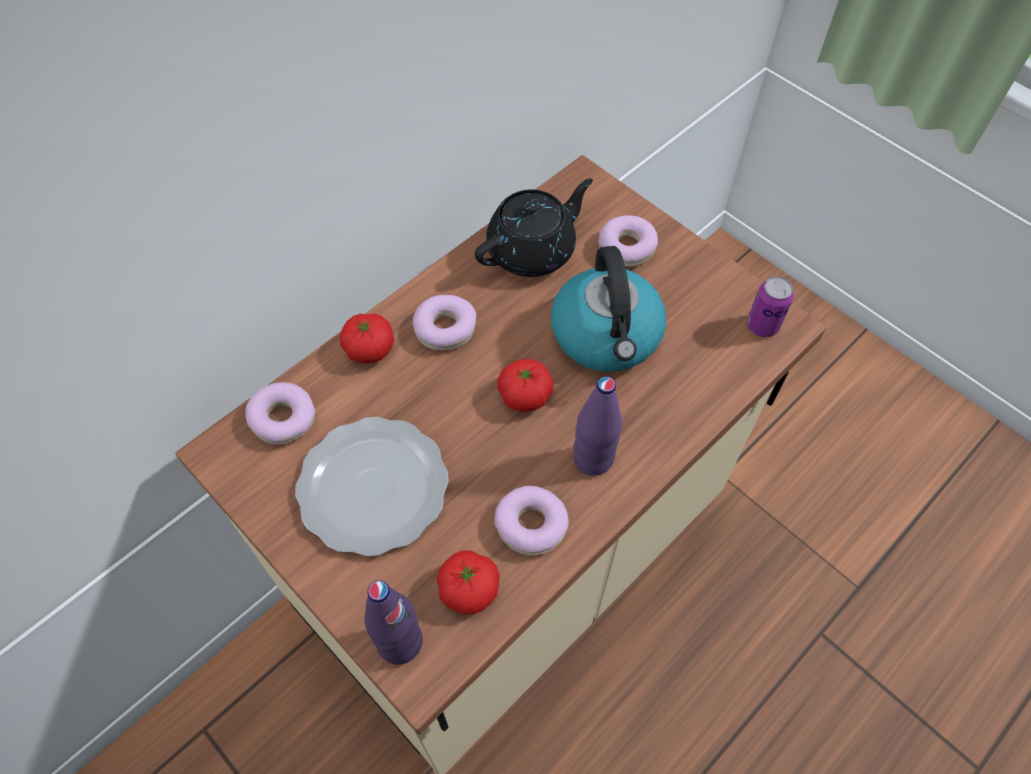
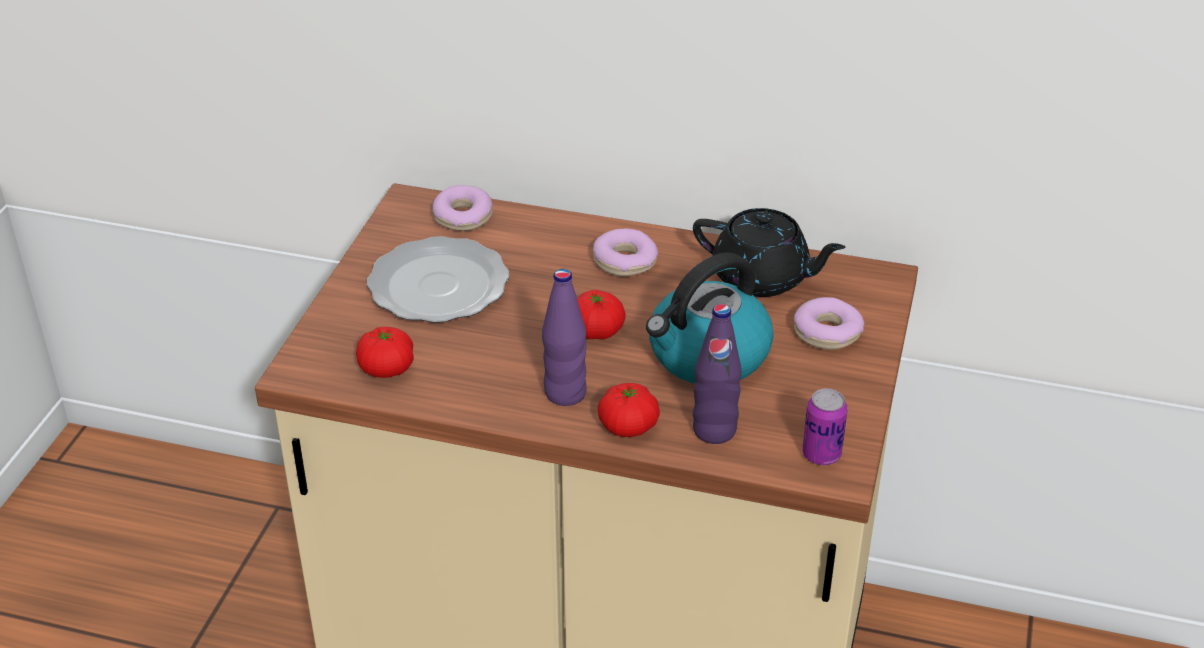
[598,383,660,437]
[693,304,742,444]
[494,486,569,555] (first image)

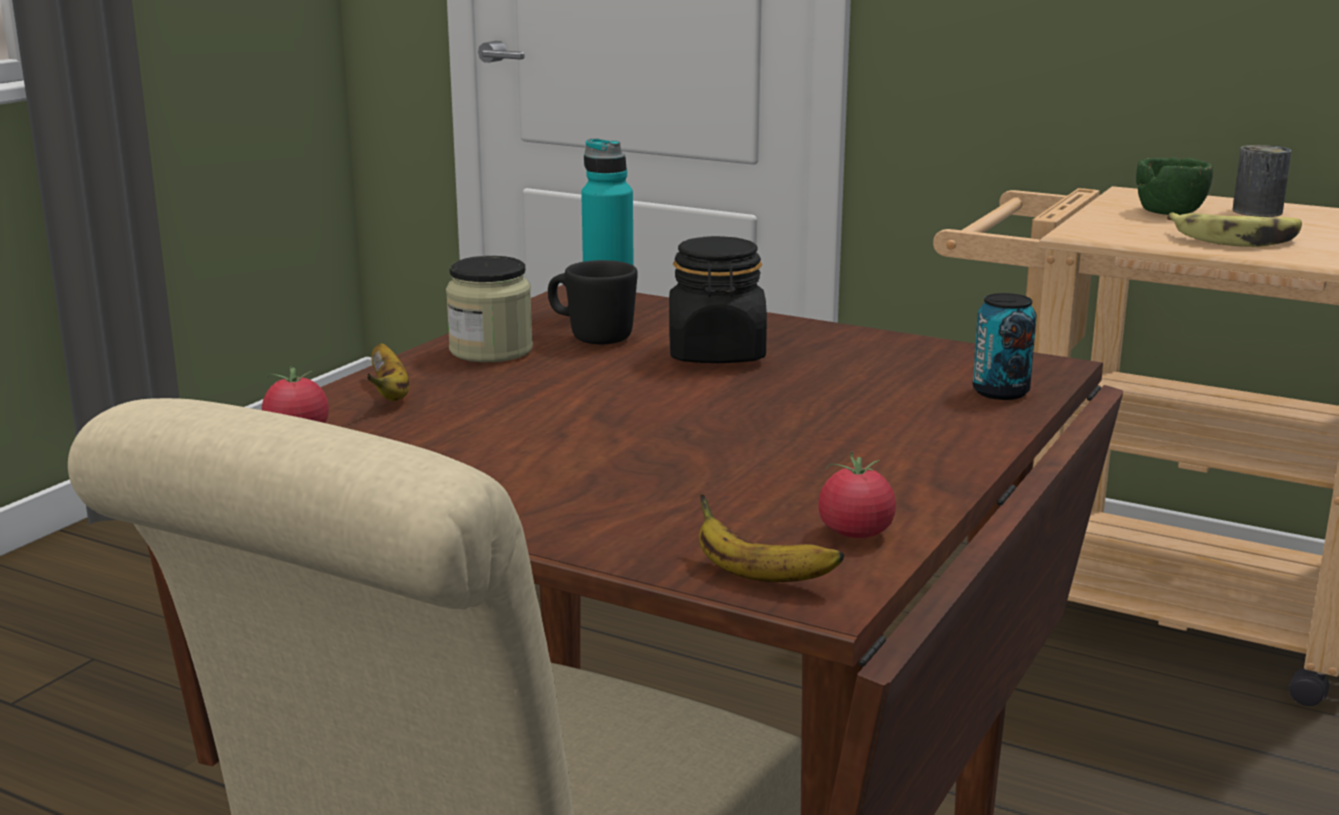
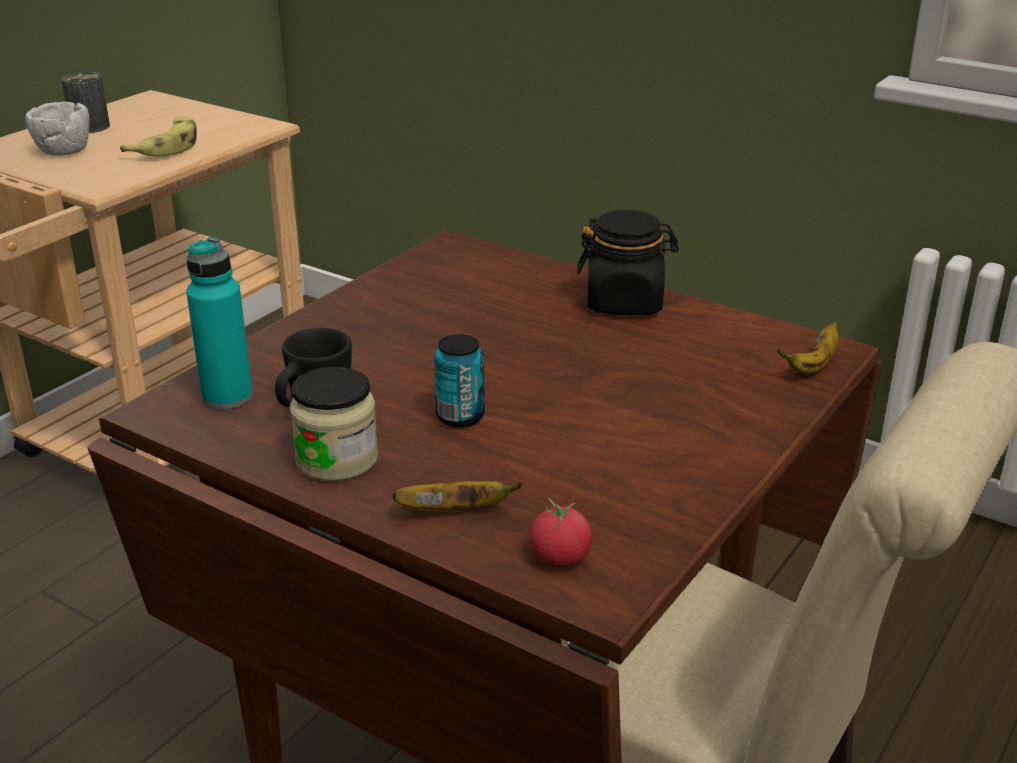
[577,210,679,315]
[819,452,896,538] (first image)
[434,334,485,427]
[26,102,90,156]

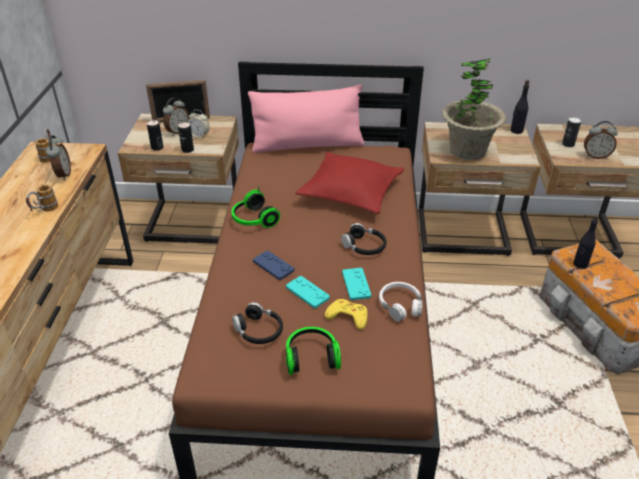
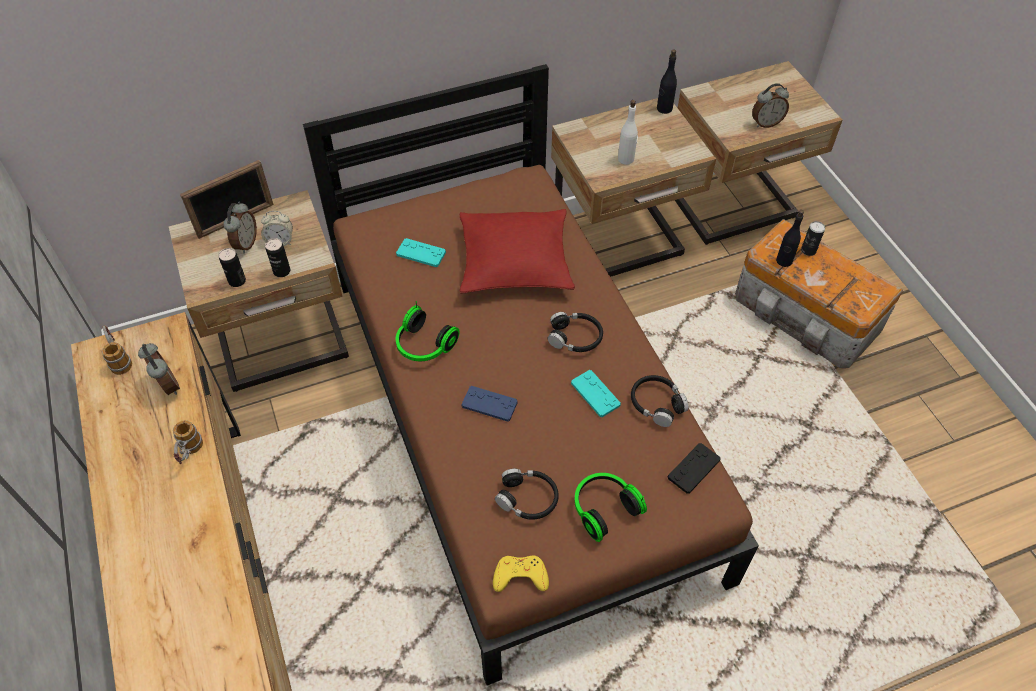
[248,85,364,153] (first image)
[396,238,446,267]
[493,555,549,592]
[631,375,688,427]
[618,100,638,165]
[801,221,825,256]
[668,443,721,494]

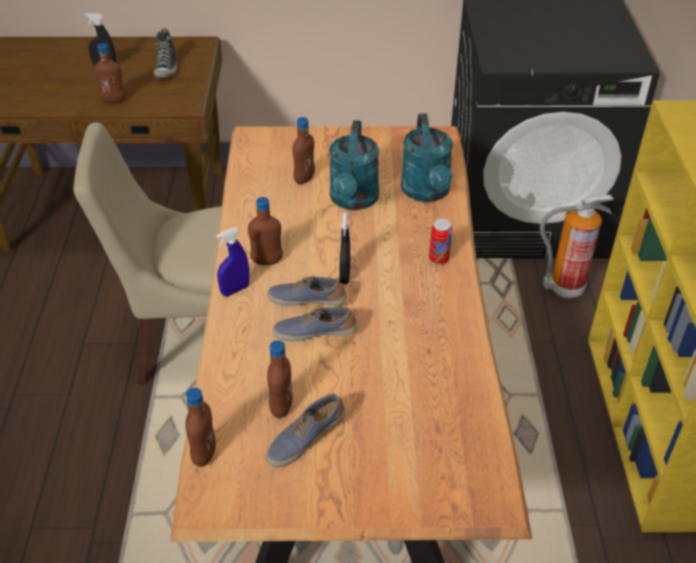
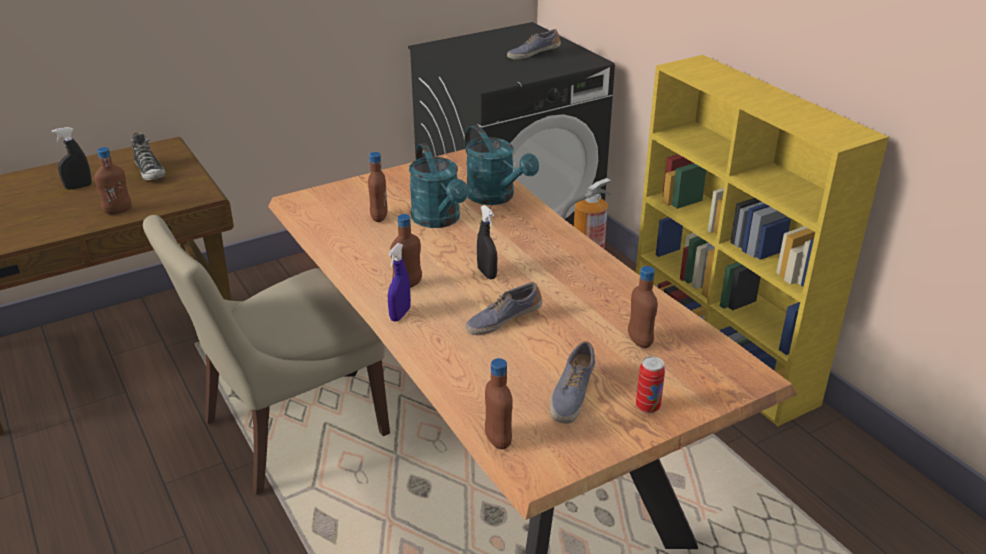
[507,29,561,59]
[628,266,658,348]
[636,356,665,413]

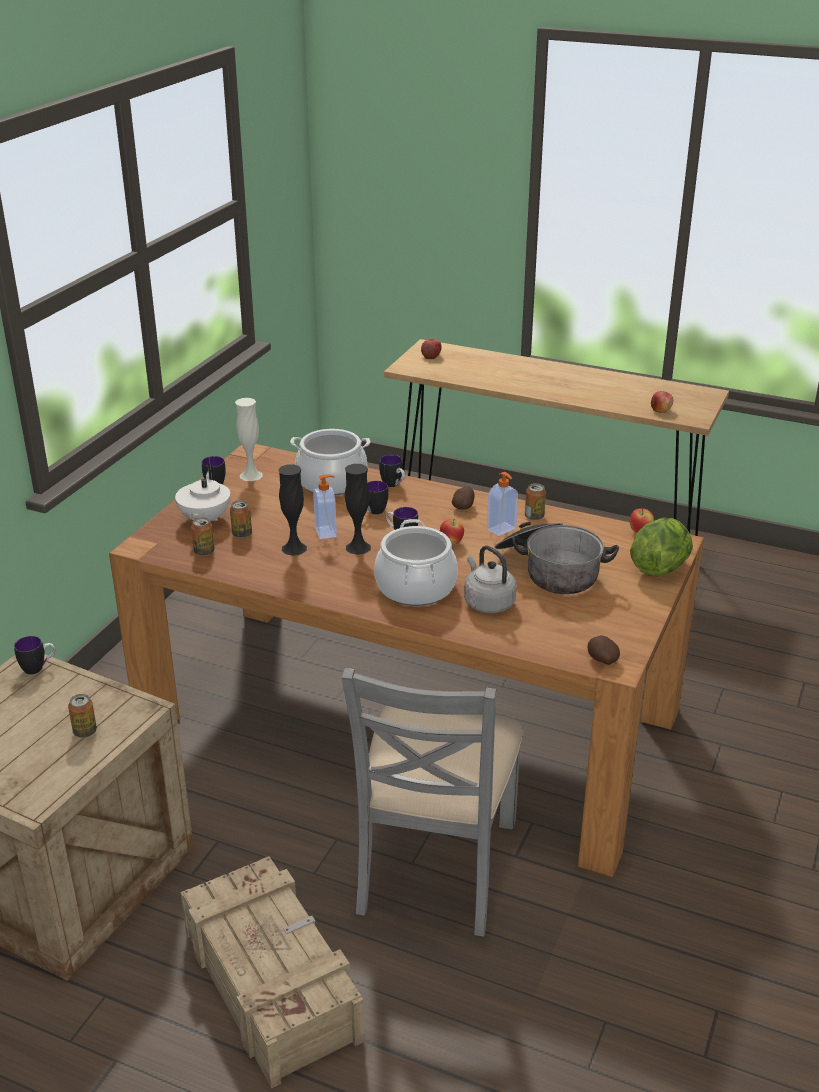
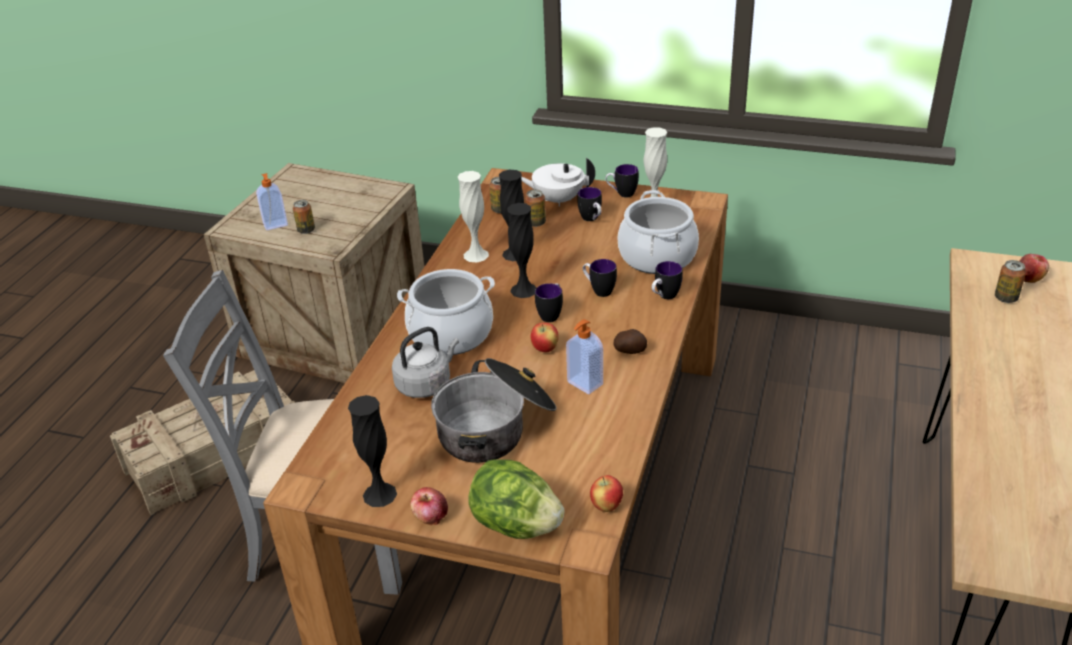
[577,187,602,221]
[256,173,288,230]
[995,260,1026,303]
[587,636,620,665] (first image)
[410,487,448,525]
[348,395,397,507]
[457,171,489,262]

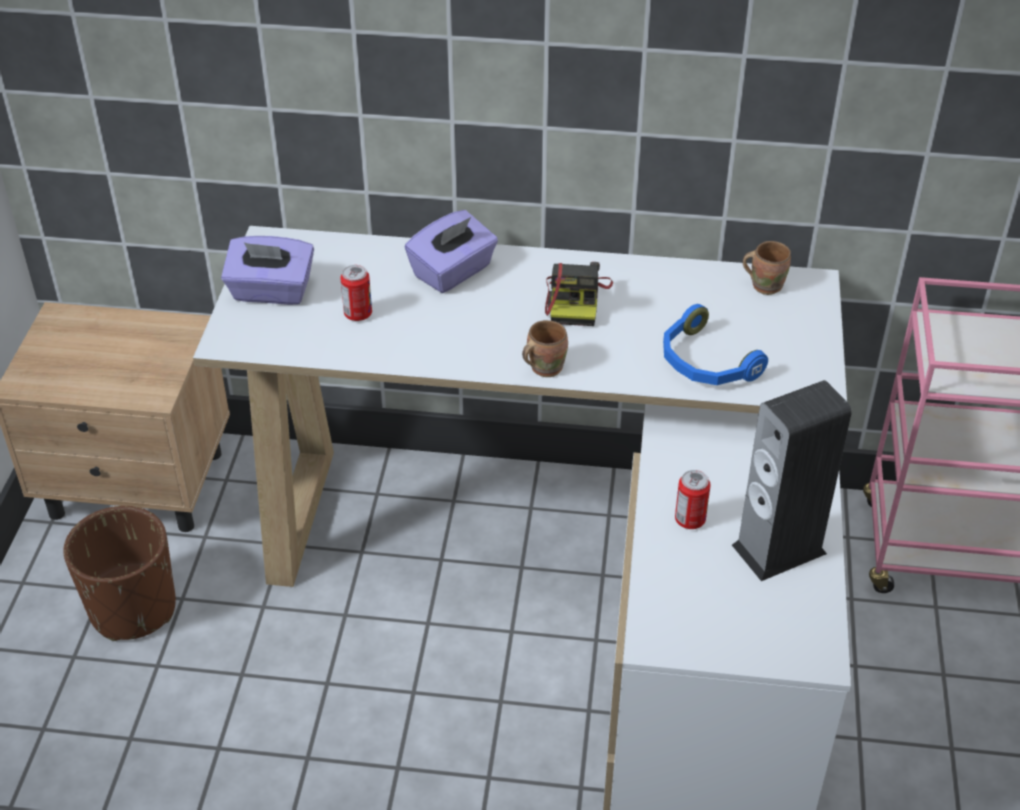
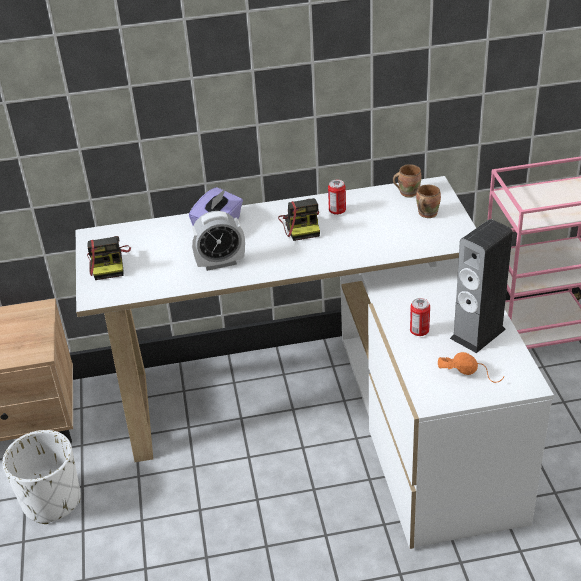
[2,430,81,524]
[87,236,131,280]
[328,180,346,215]
[416,185,441,218]
[663,304,768,385] (first image)
[189,211,245,271]
[438,352,504,383]

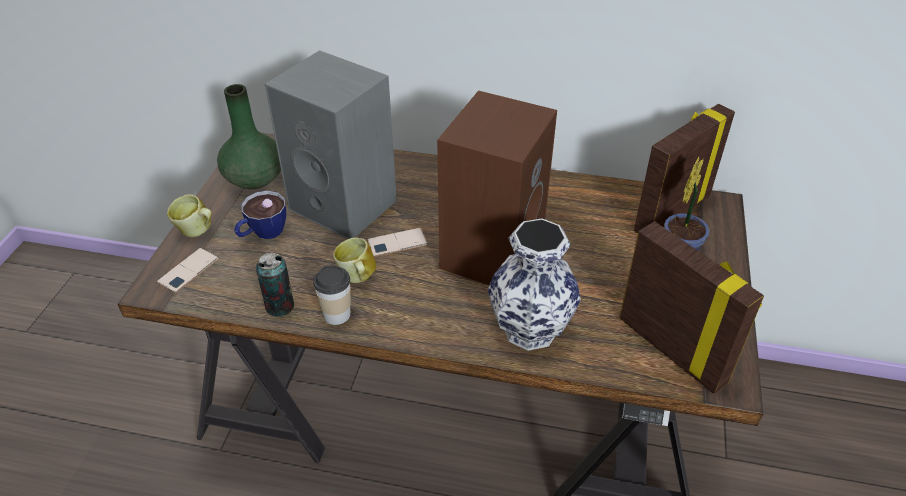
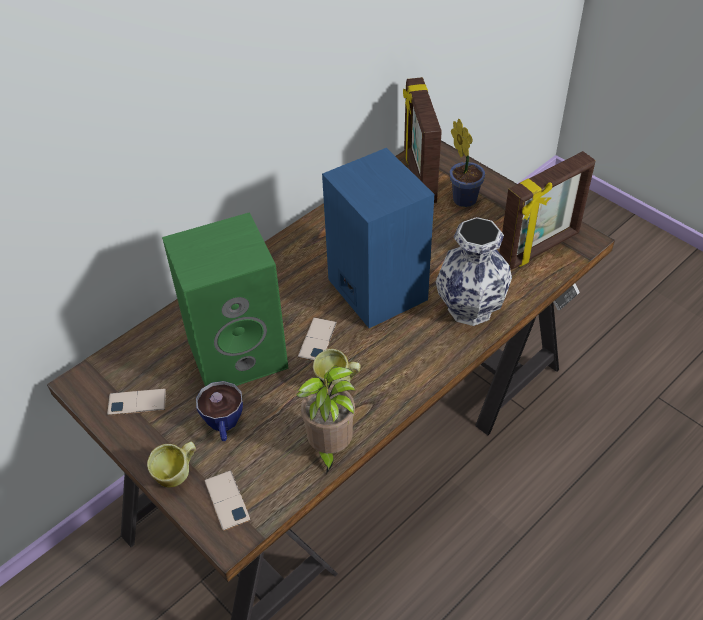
[107,389,166,416]
[296,366,355,474]
[162,212,289,386]
[313,265,351,325] (first image)
[322,148,434,328]
[499,151,596,270]

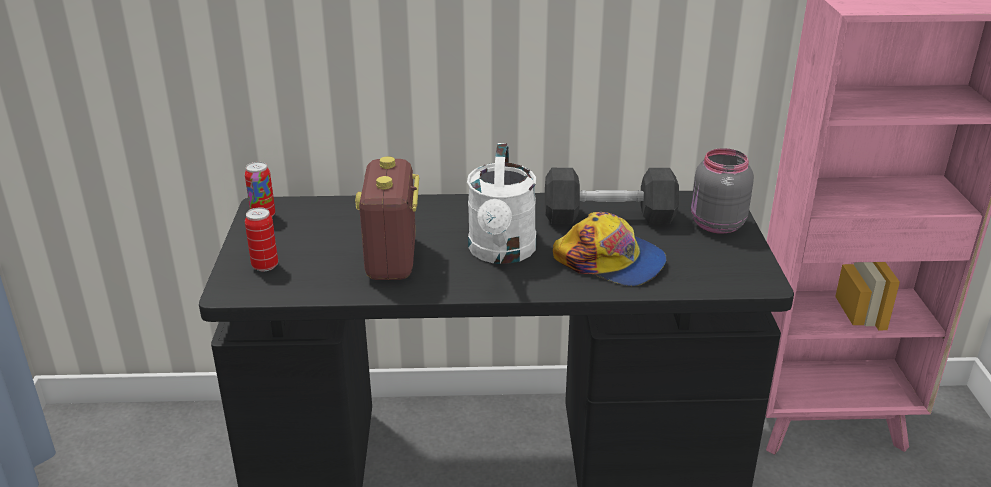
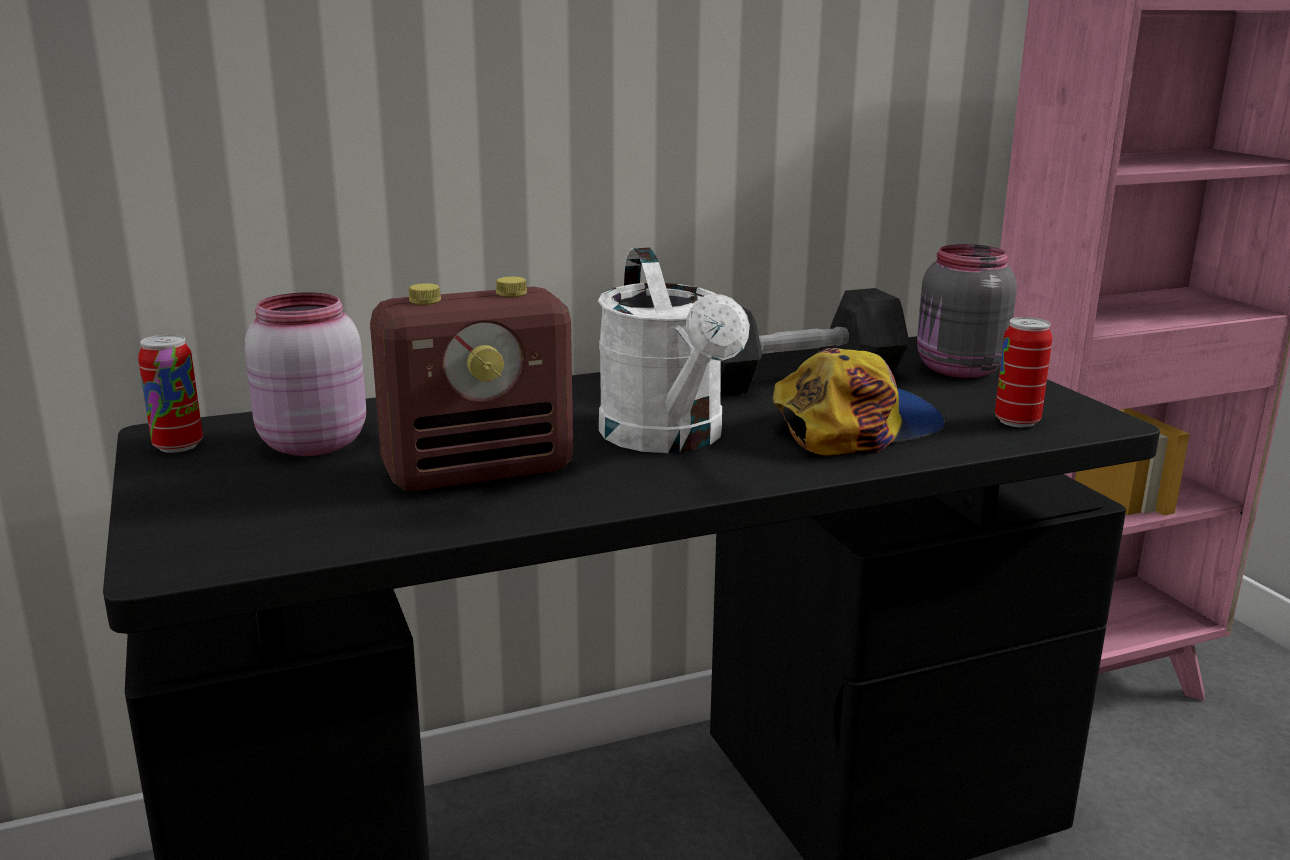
[995,317,1052,427]
[370,277,573,492]
[773,348,945,456]
[244,292,366,456]

